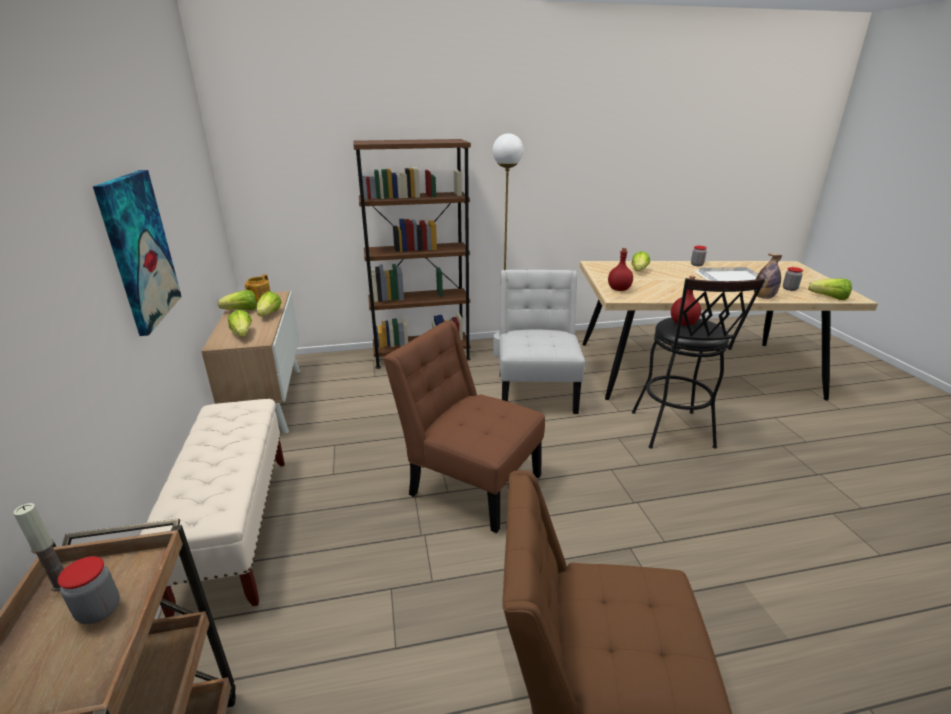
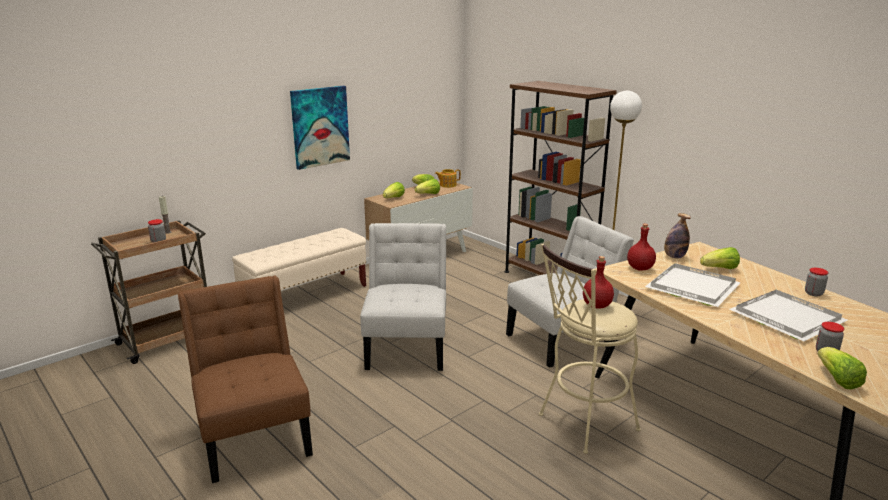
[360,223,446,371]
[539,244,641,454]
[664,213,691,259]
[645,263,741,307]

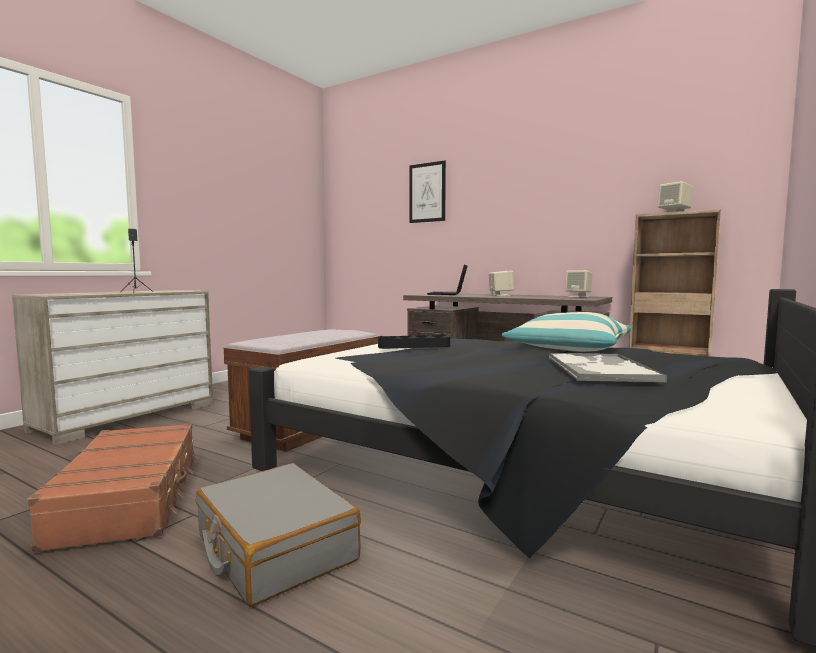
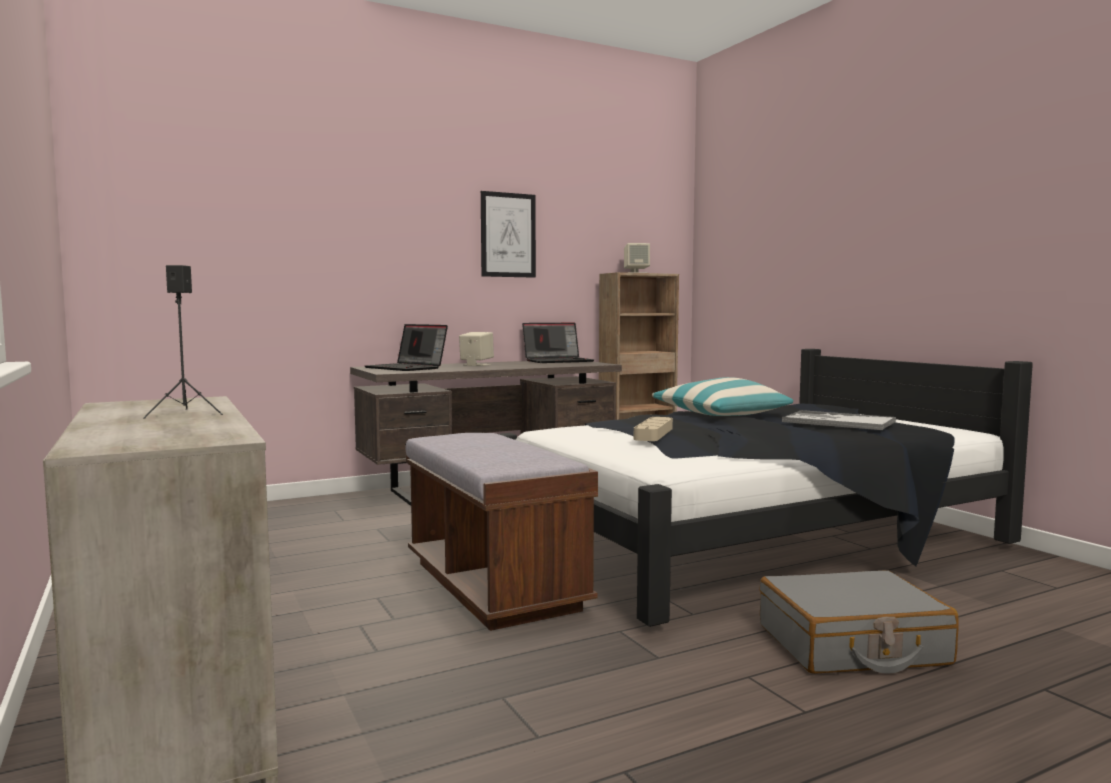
[27,423,199,553] (first image)
[634,417,673,441]
[481,191,536,278]
[522,323,594,363]

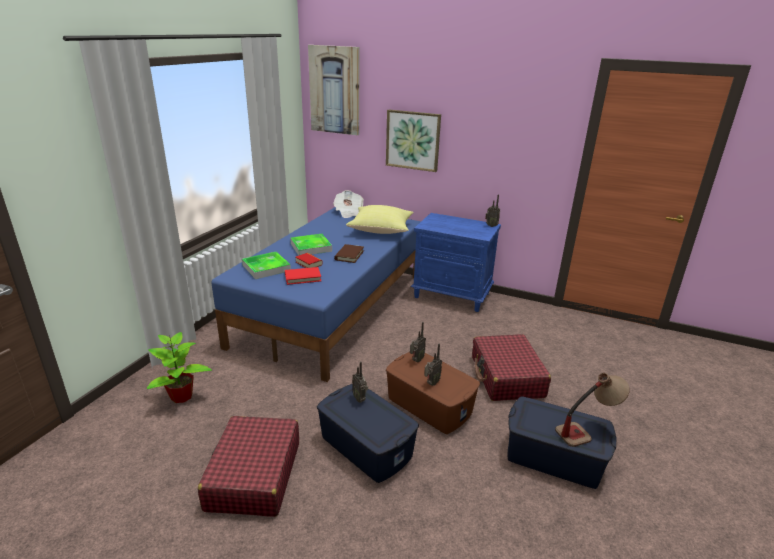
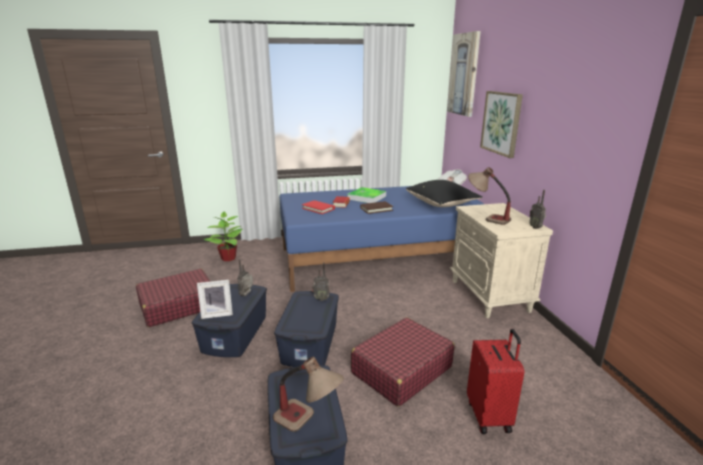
[242,252,291,279] (first image)
[406,180,483,207]
[274,291,339,367]
[450,203,553,318]
[424,343,442,386] (first image)
[197,280,233,319]
[467,329,525,434]
[468,167,511,225]

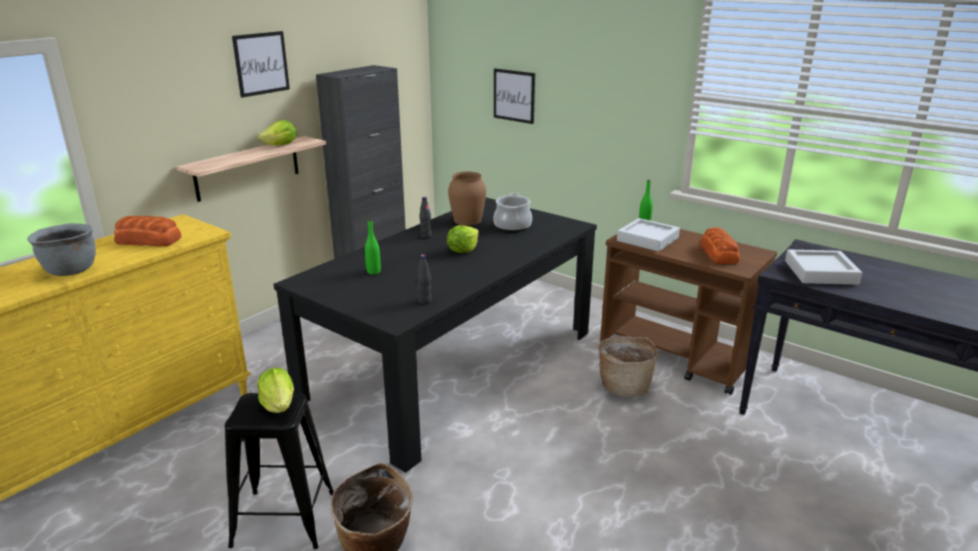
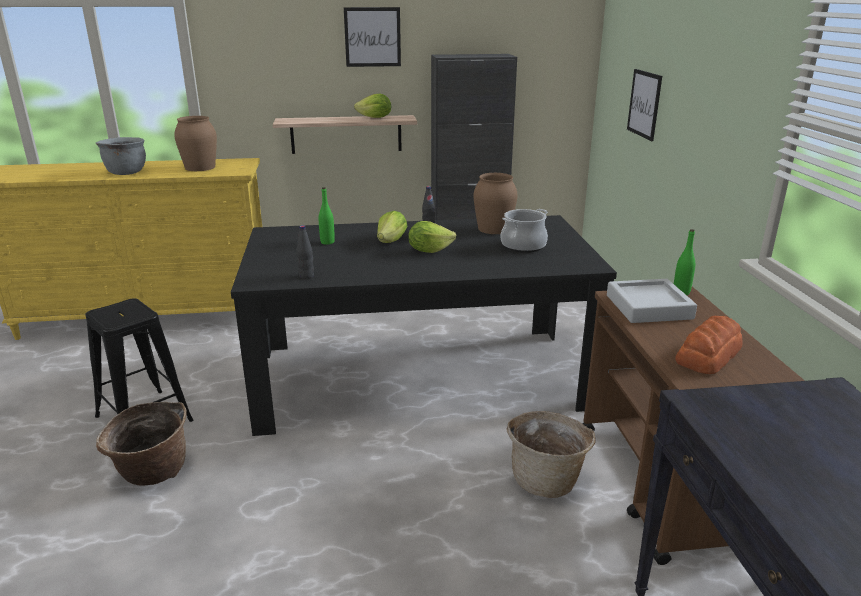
[174,116,217,171]
[377,211,408,243]
[785,249,862,285] (first image)

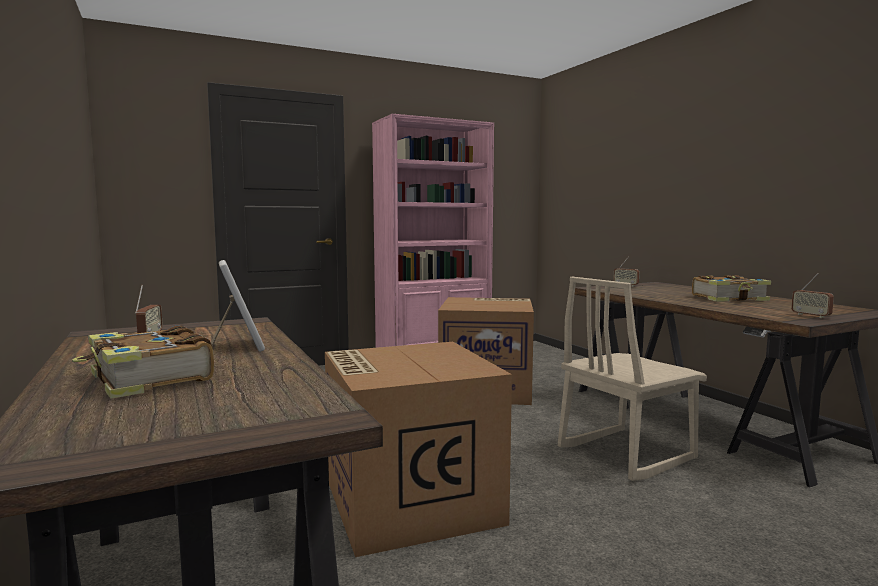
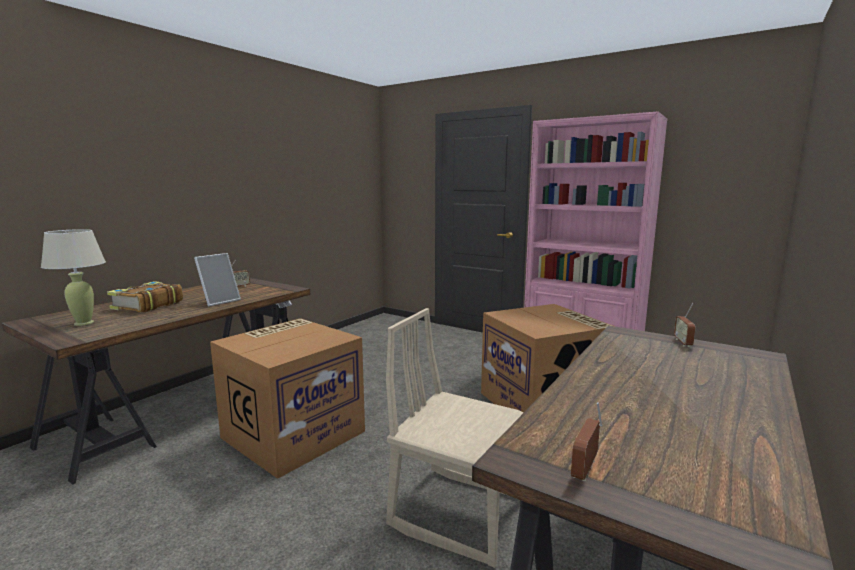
[692,275,771,301] (first image)
[41,229,106,326]

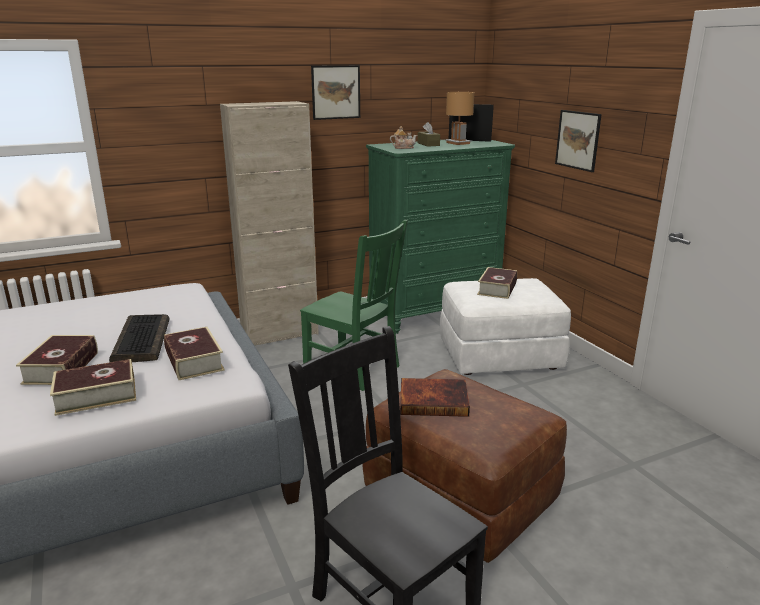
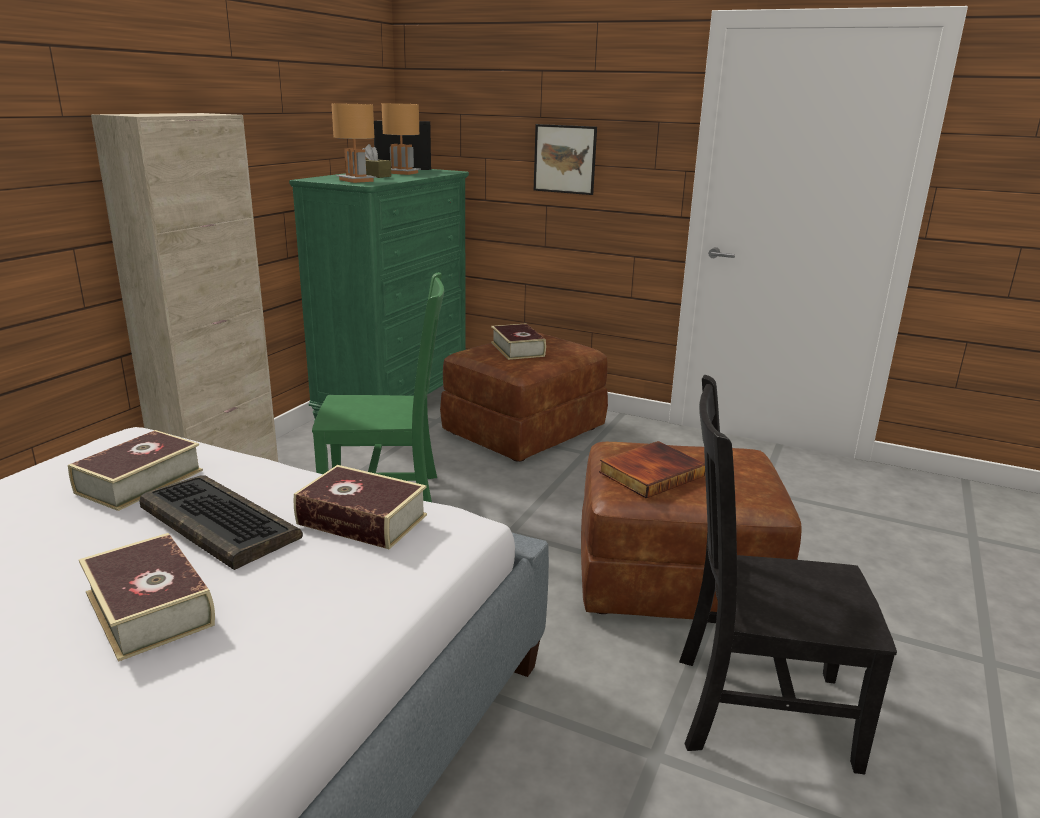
[68,430,203,511]
[311,65,360,120] (first image)
[332,103,377,183]
[440,333,608,462]

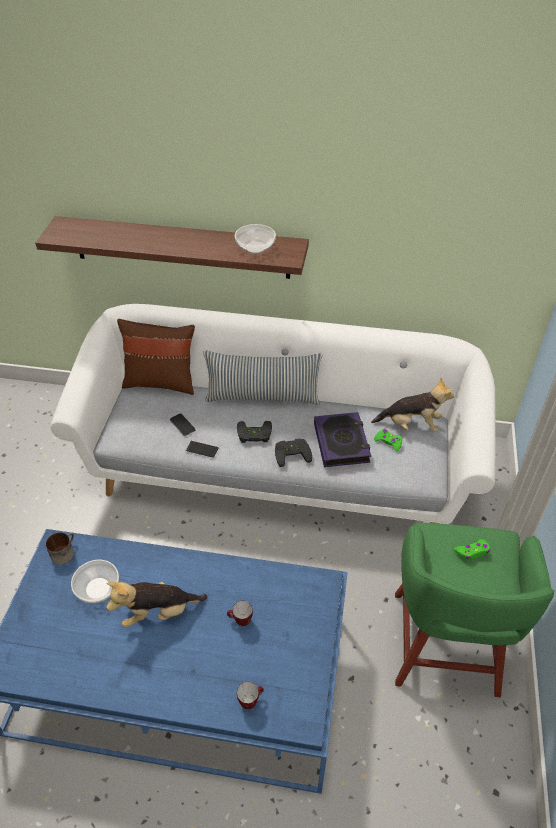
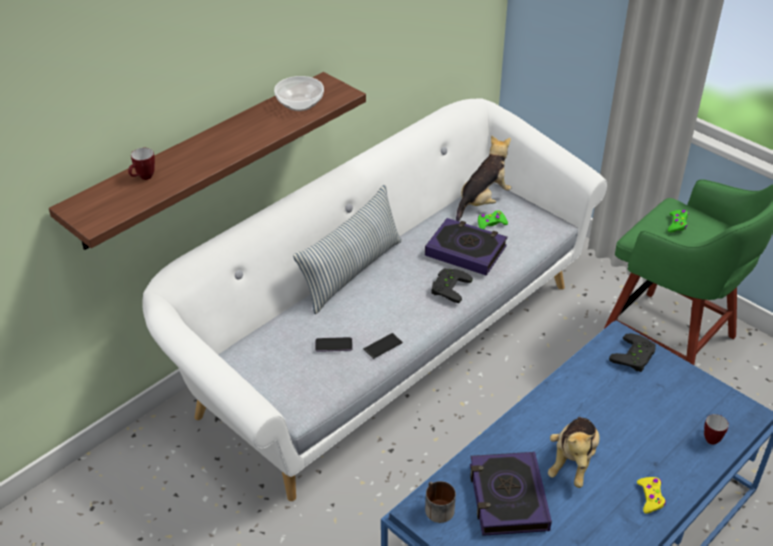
[470,452,552,536]
[117,319,195,395] (first image)
[128,148,155,180]
[609,333,656,372]
[637,477,666,514]

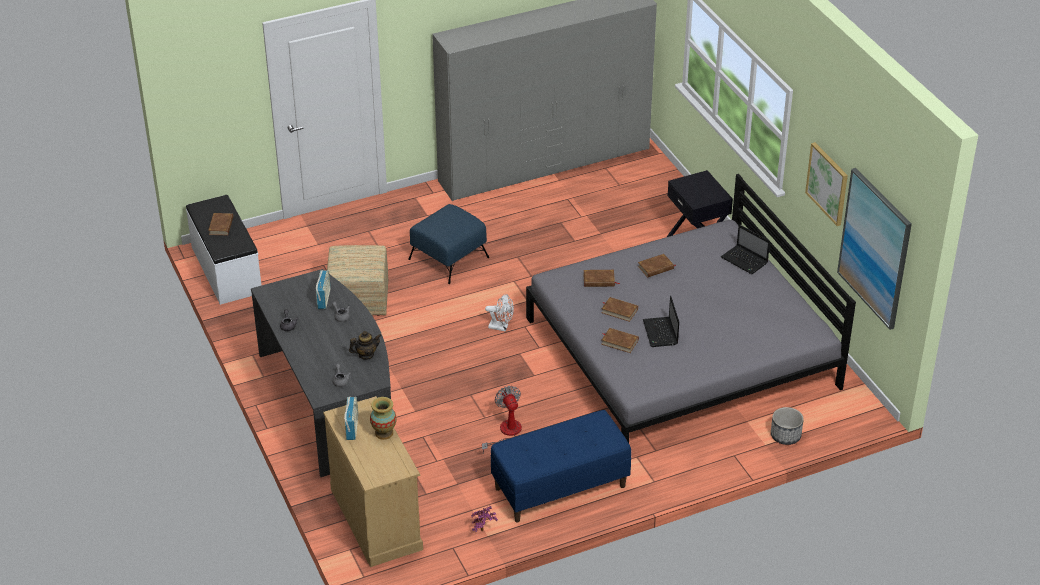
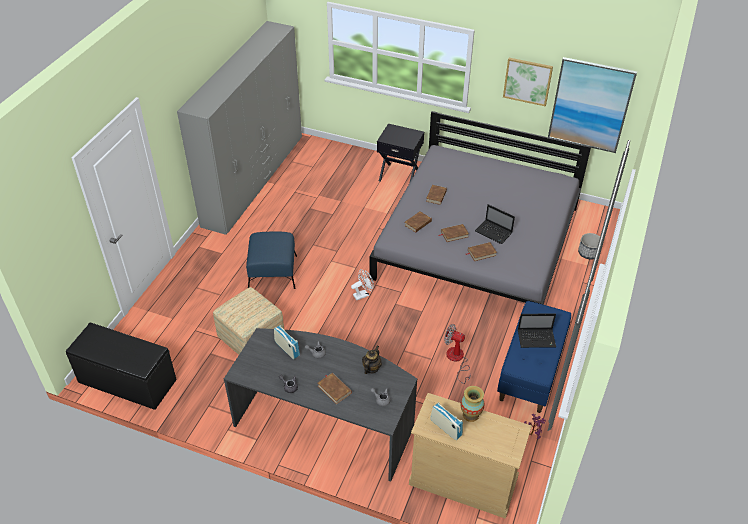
[66,323,177,410]
[318,373,352,404]
[518,314,556,348]

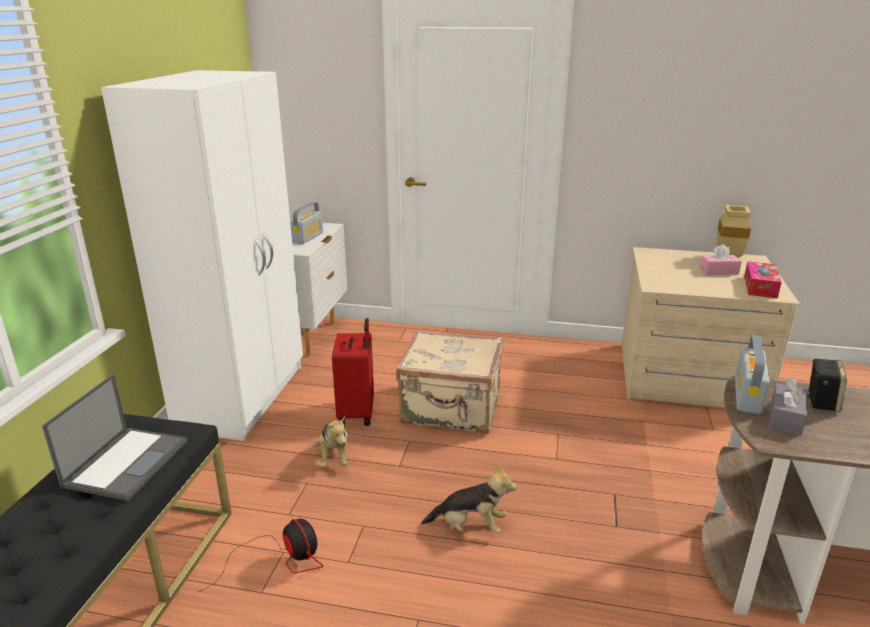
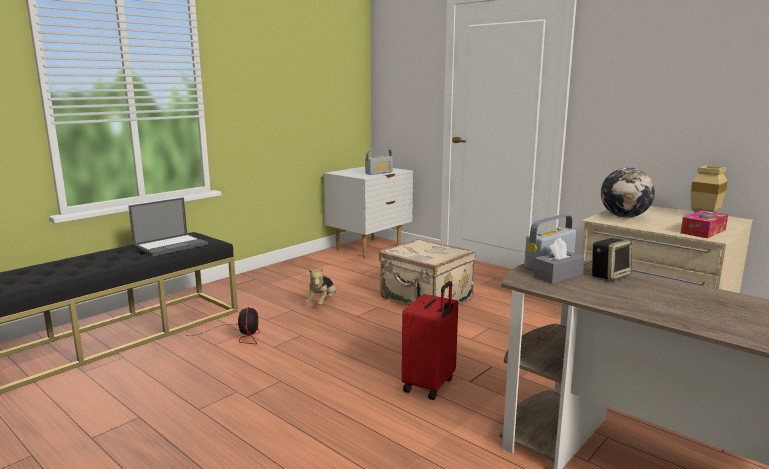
[101,70,303,441] (first image)
[402,281,458,400]
[421,464,517,534] (first image)
[699,244,742,275] (first image)
[601,167,655,218]

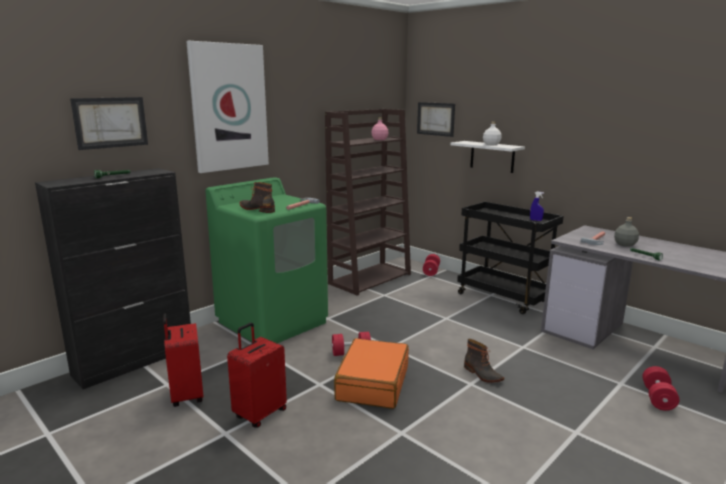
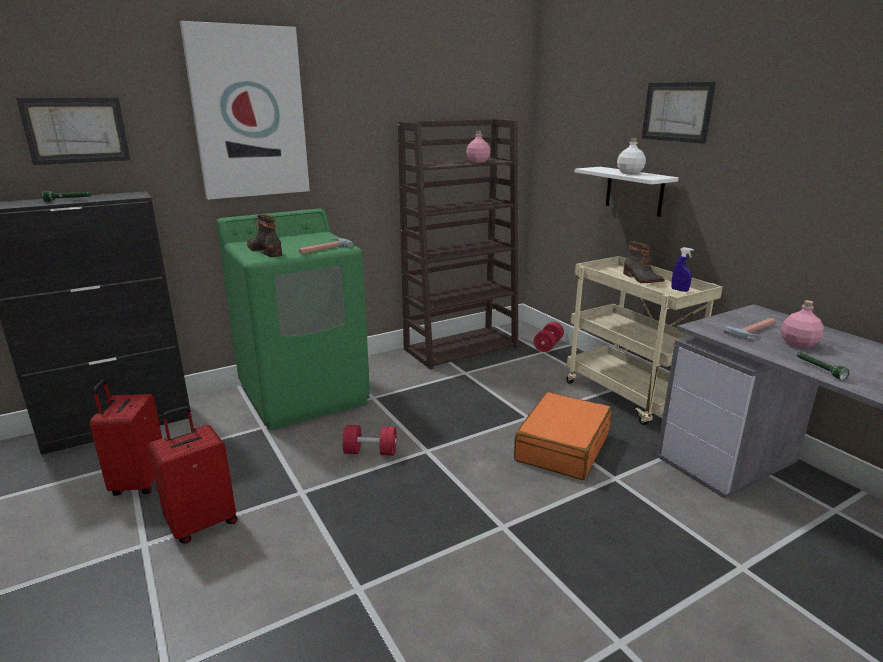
[514,392,612,480]
[642,82,716,144]
[566,256,723,425]
[623,241,664,283]
[781,300,824,348]
[642,366,680,411] (first image)

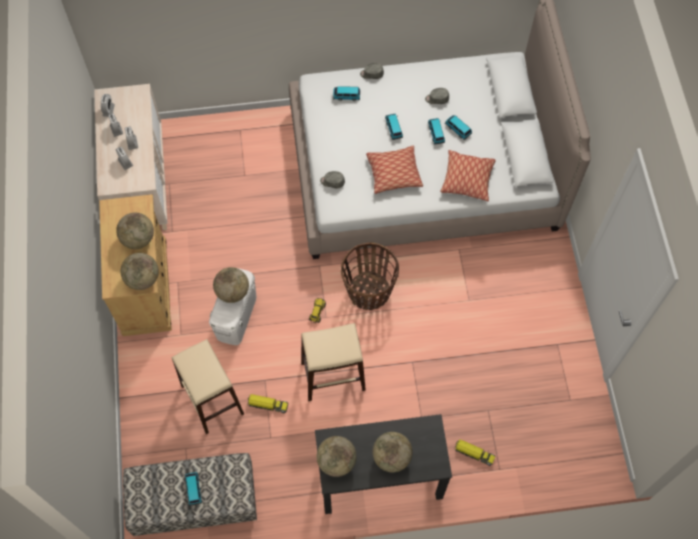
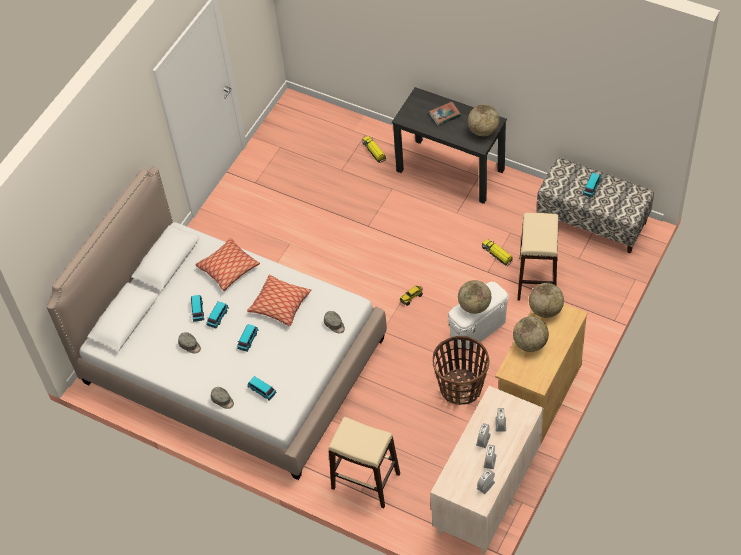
[328,417,400,508]
[432,336,490,405]
[429,101,461,126]

